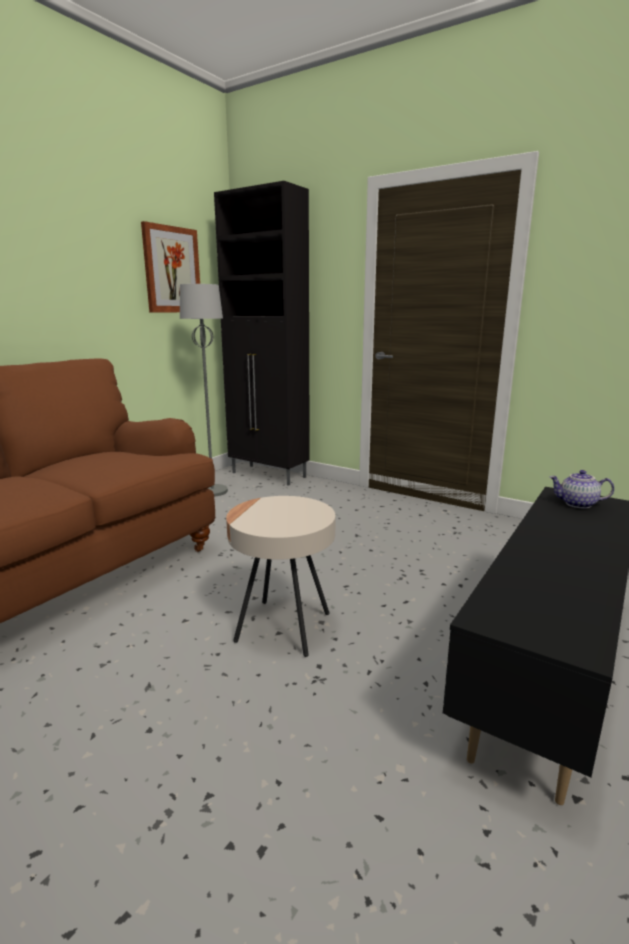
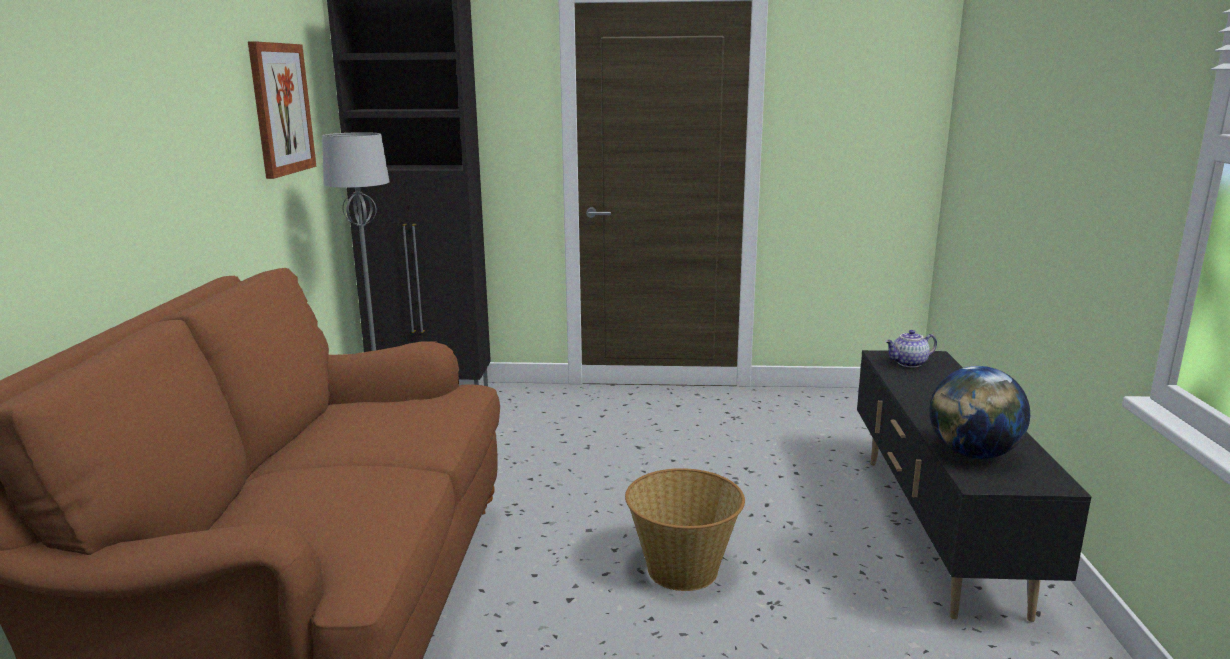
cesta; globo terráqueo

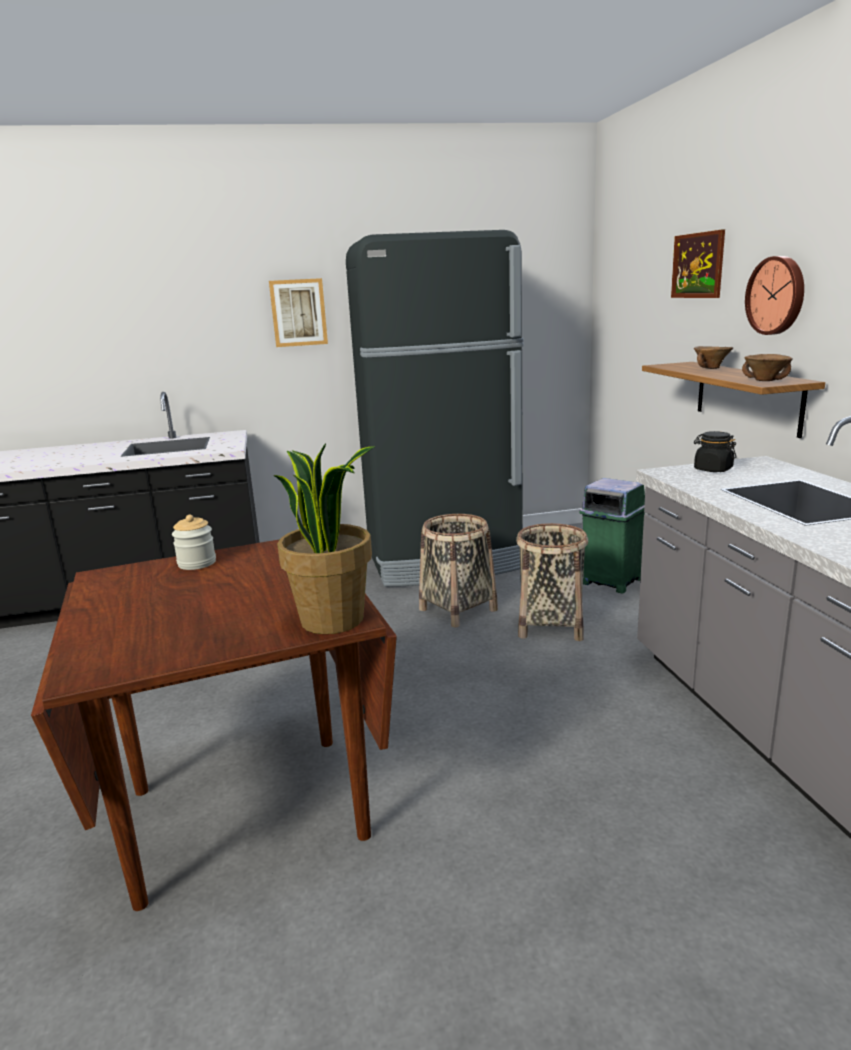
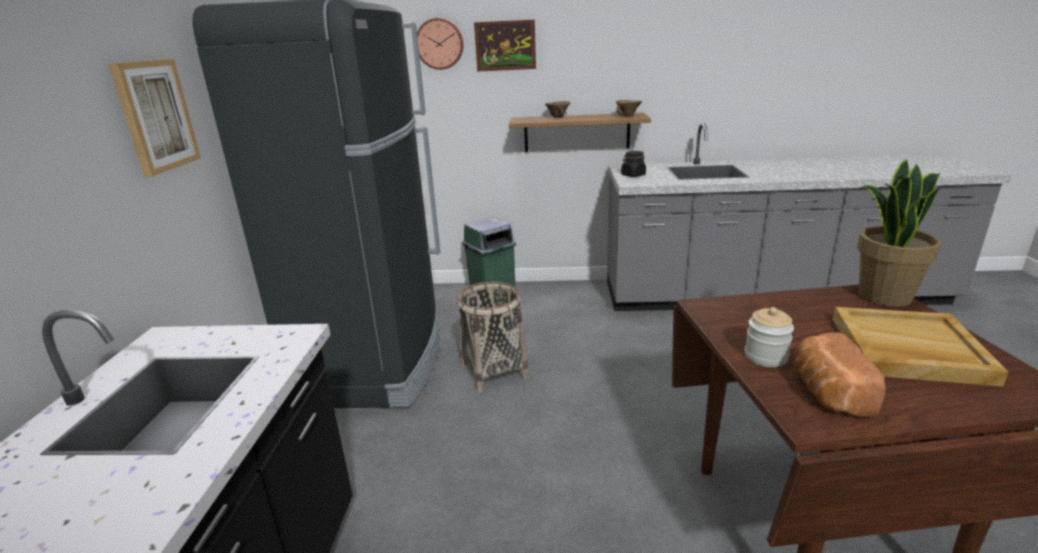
reloj de pared; cesta (no. 2 from left in the first image); bandeja (beis); pan

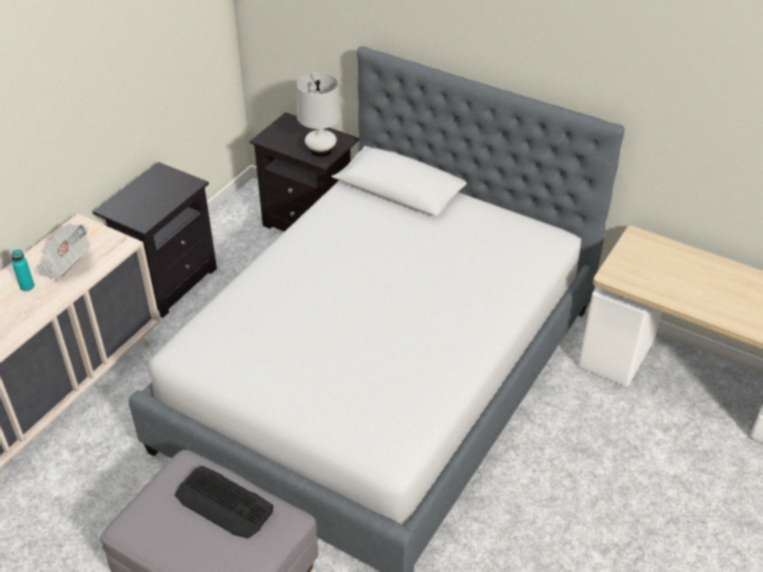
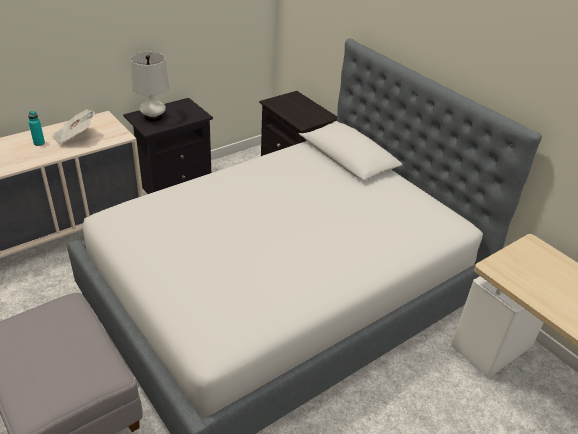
lámpara de mesa (blanco); teclado

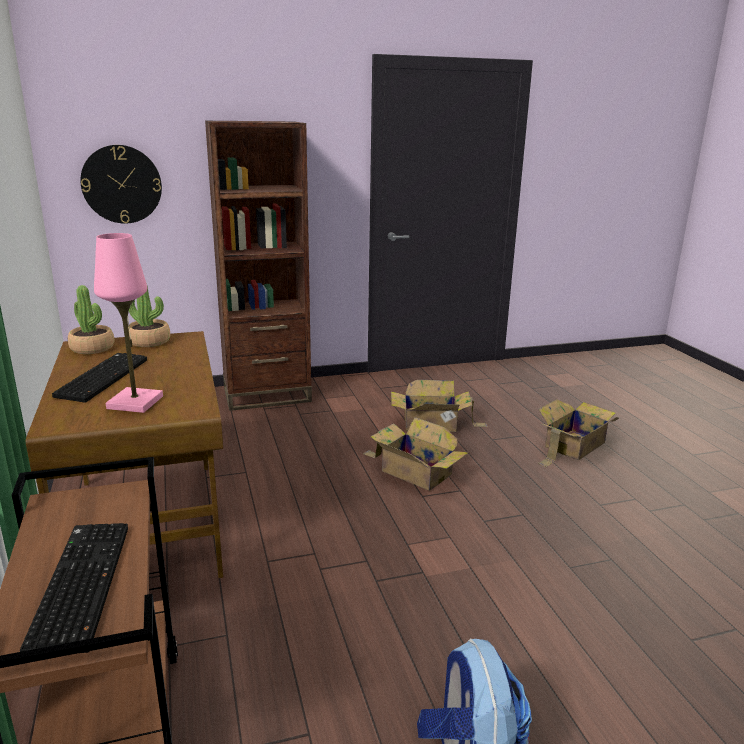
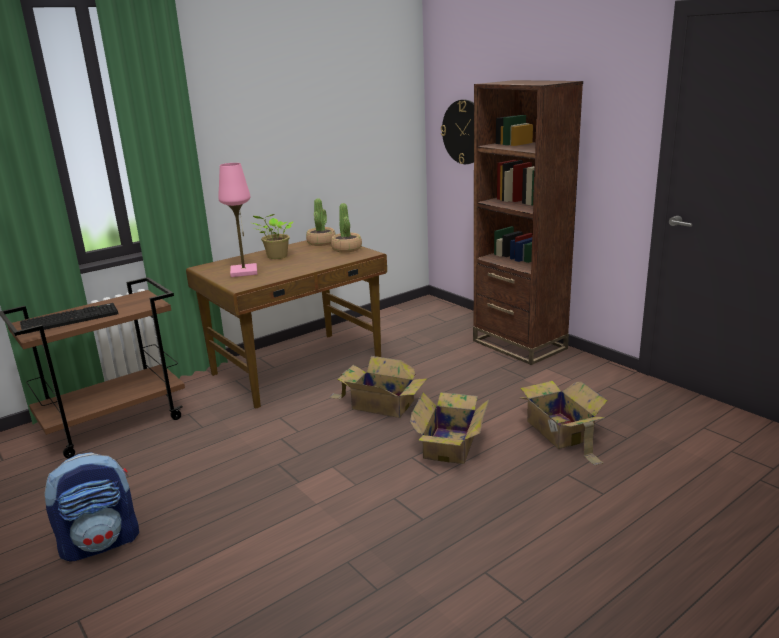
planta en maceta (no. 1 from left); caja de cartón (no. 1 from left)

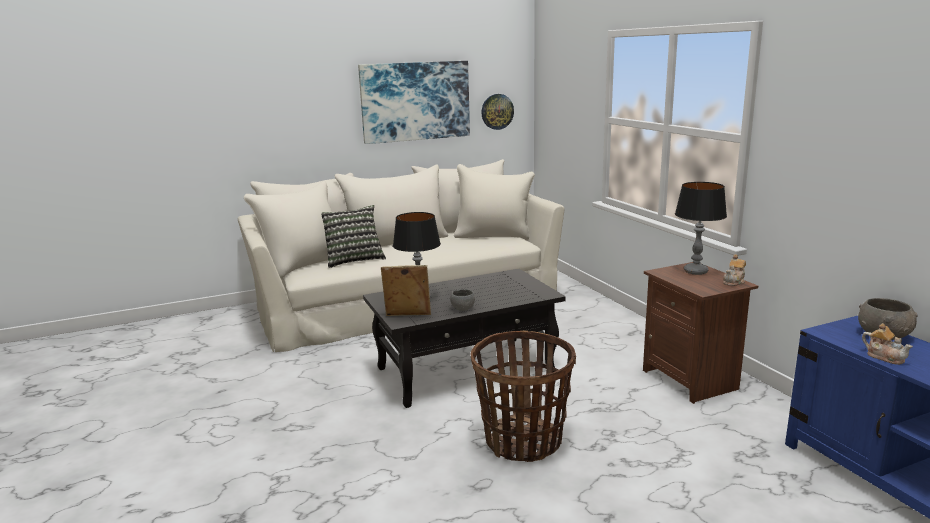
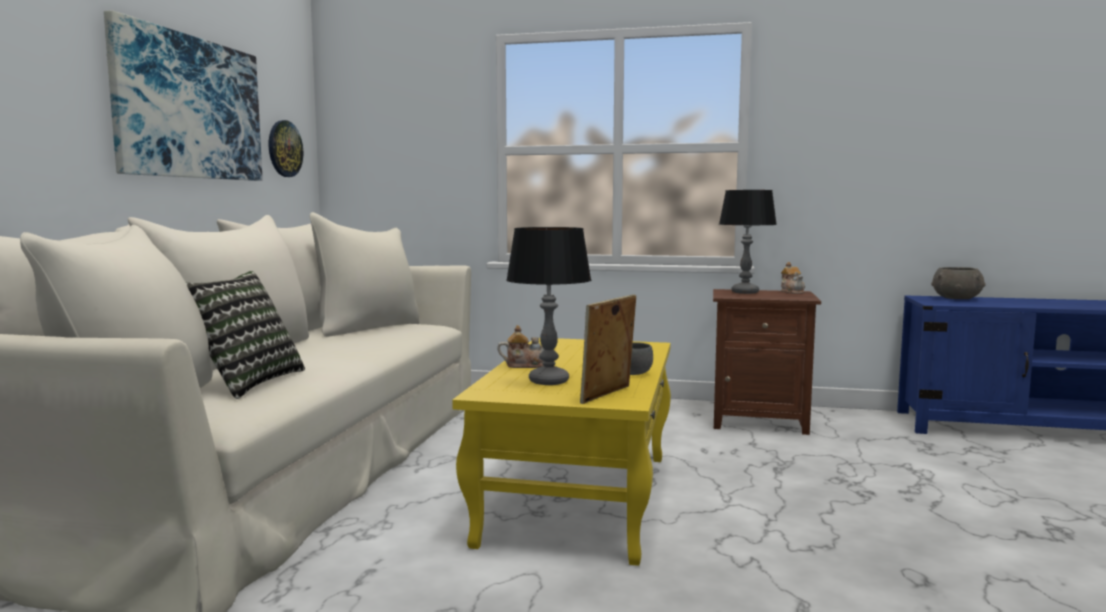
mesa de centro (amarillo); tetera (no. 1 from left); cesta

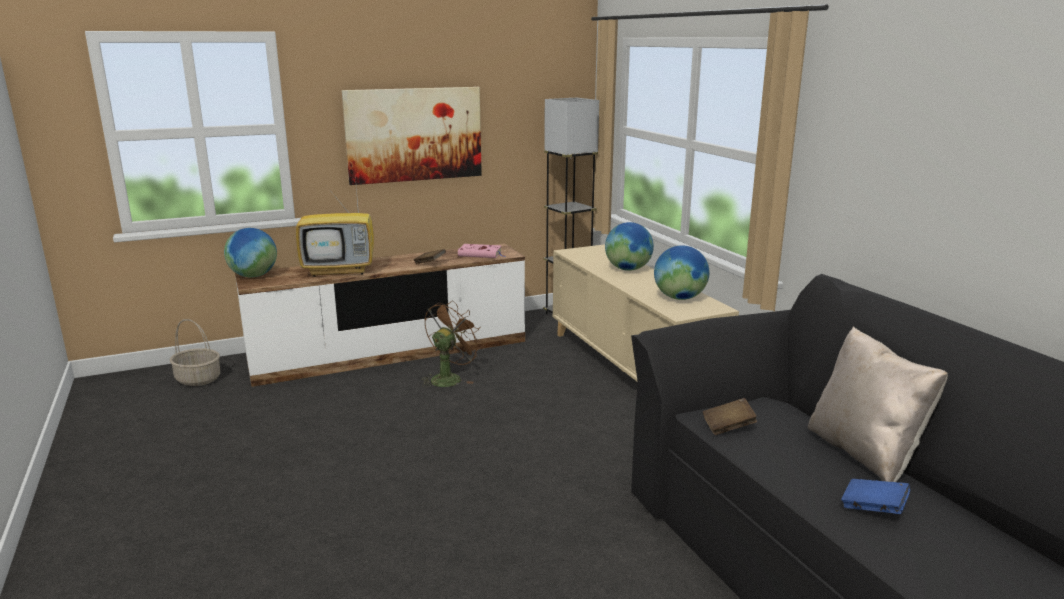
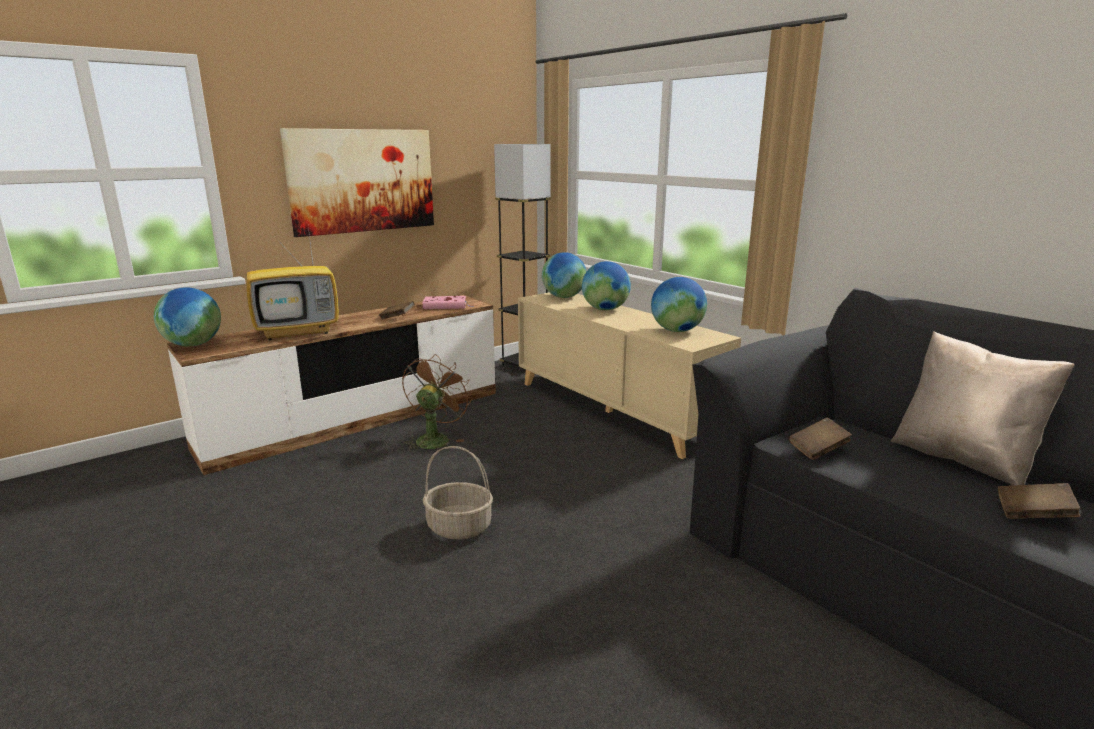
cesta; libro (marrón) (no. 3 from left); globo terráqueo (no. 2 from left)

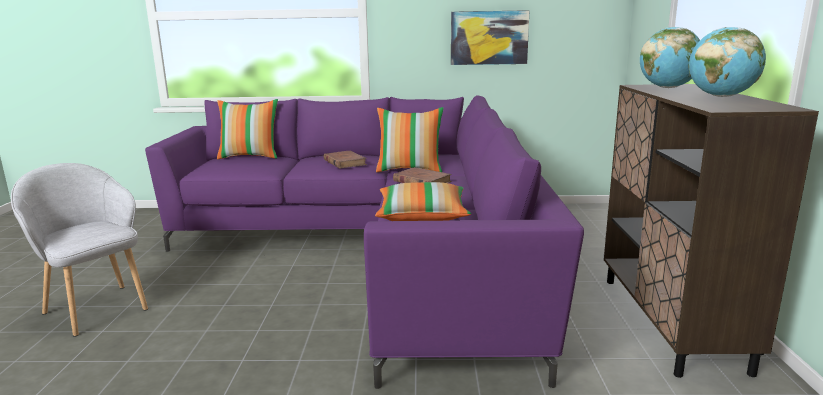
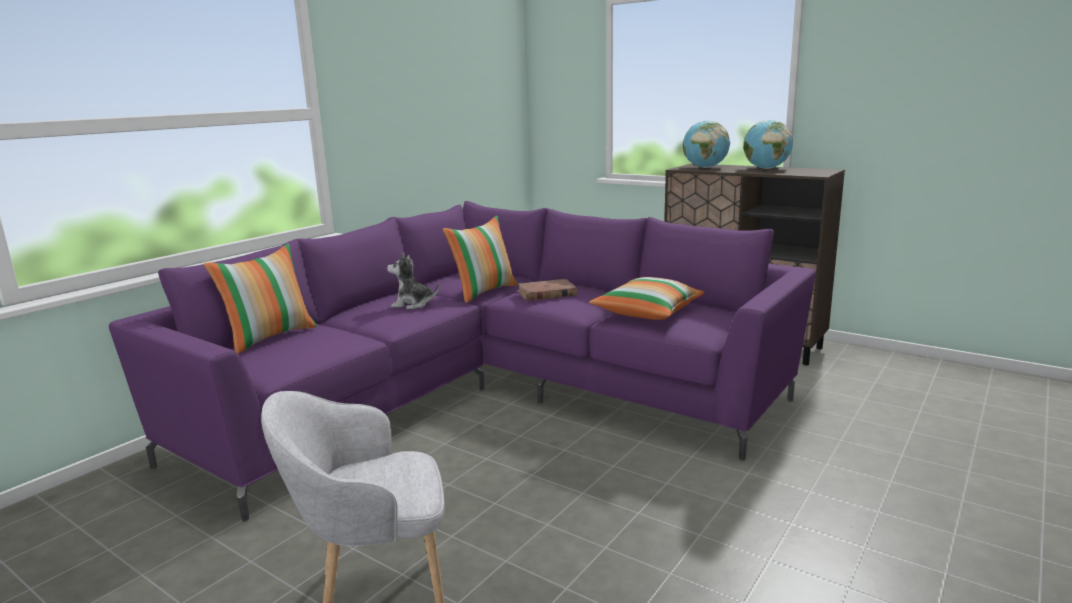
cuadro; peluche

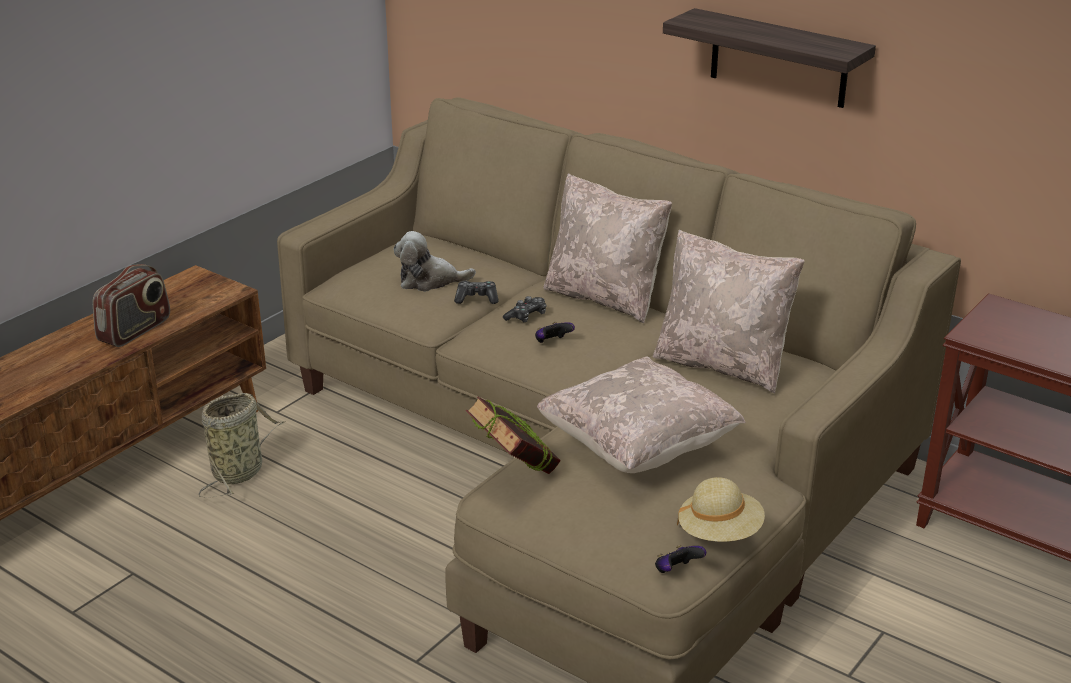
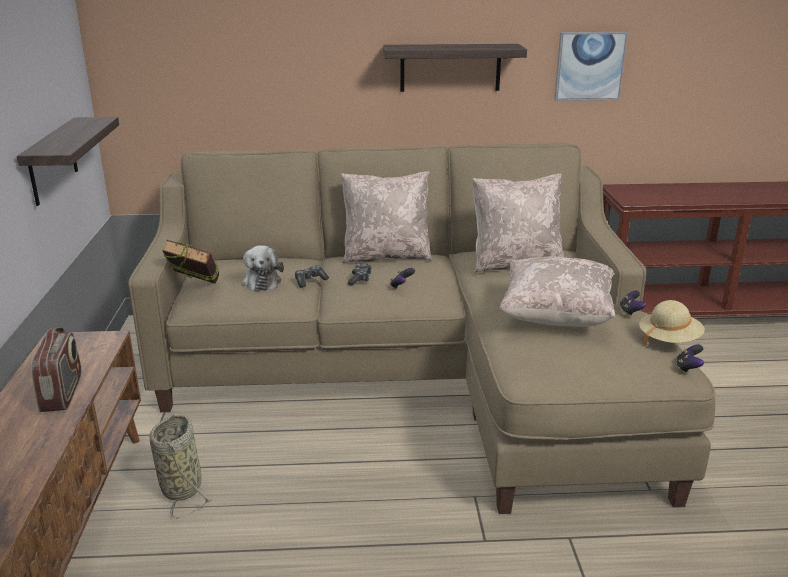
peluche; libro; cuadro; estante (no. 1 from left); mando de consola (no. 4 from left)

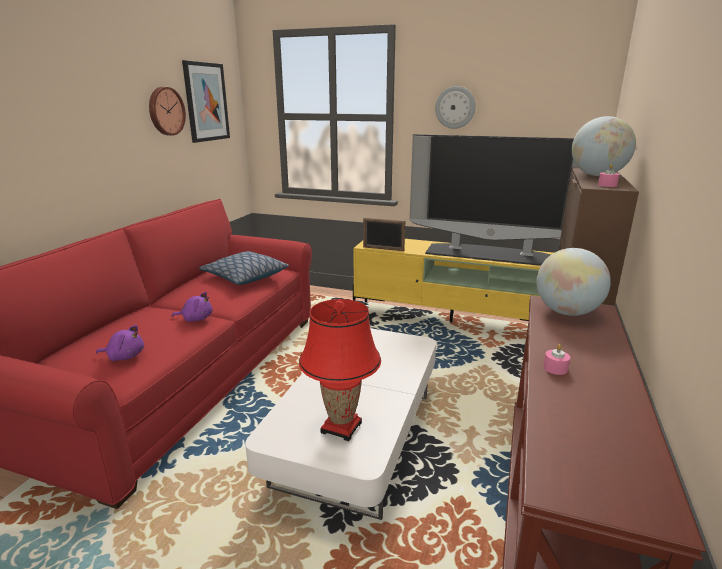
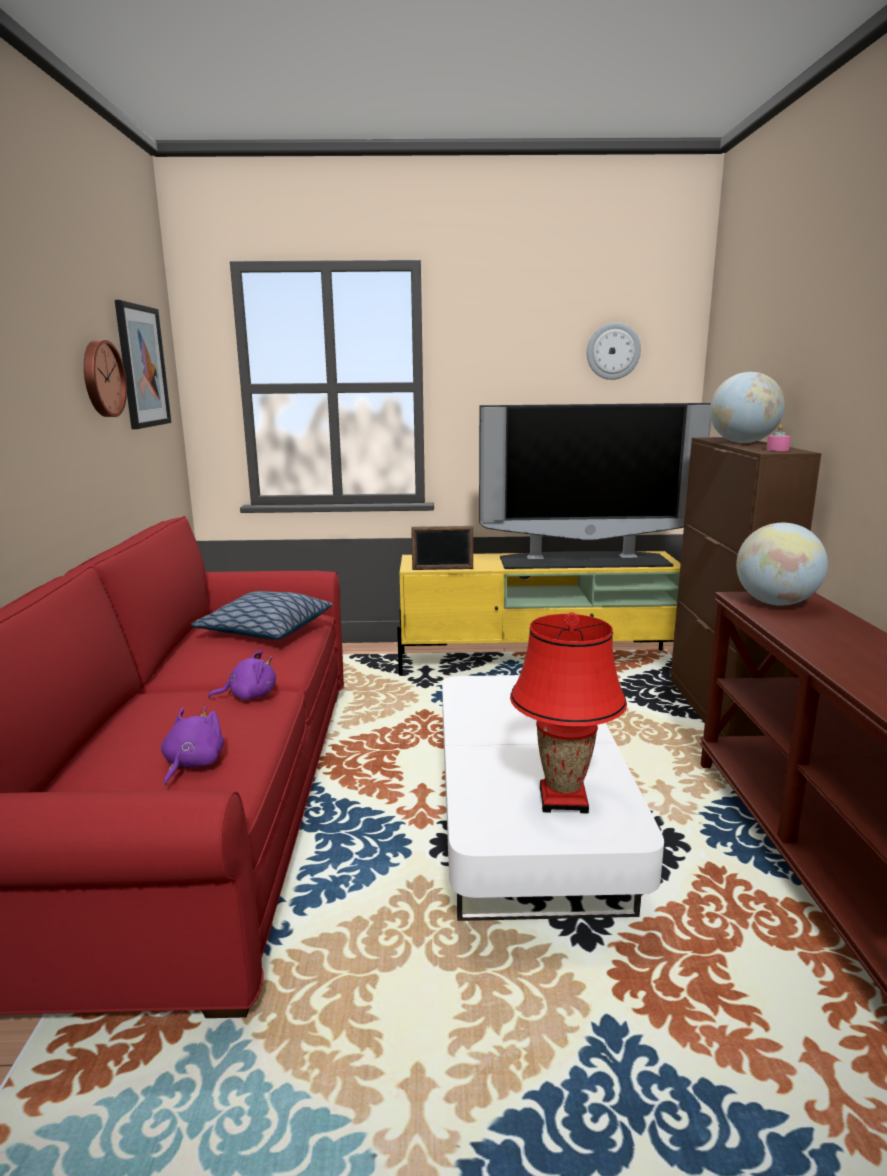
reloj de pared (no. 2 from left); peluche (morado) (no. 1 from left); vela (rosa) (no. 1 from left in the first image)

